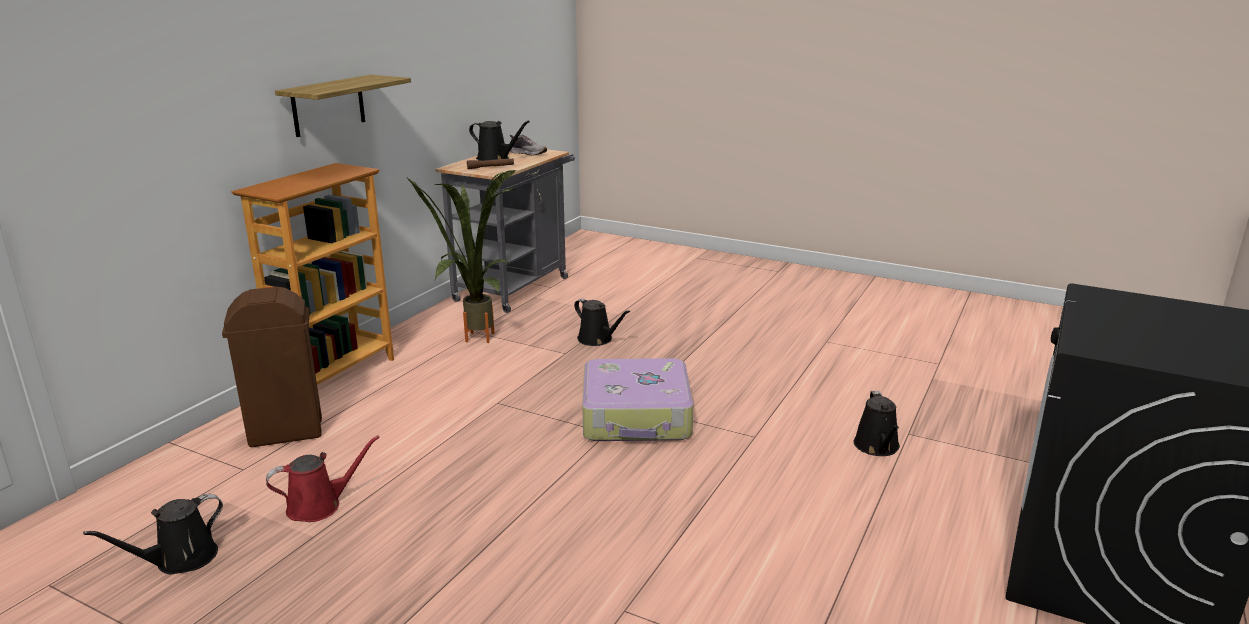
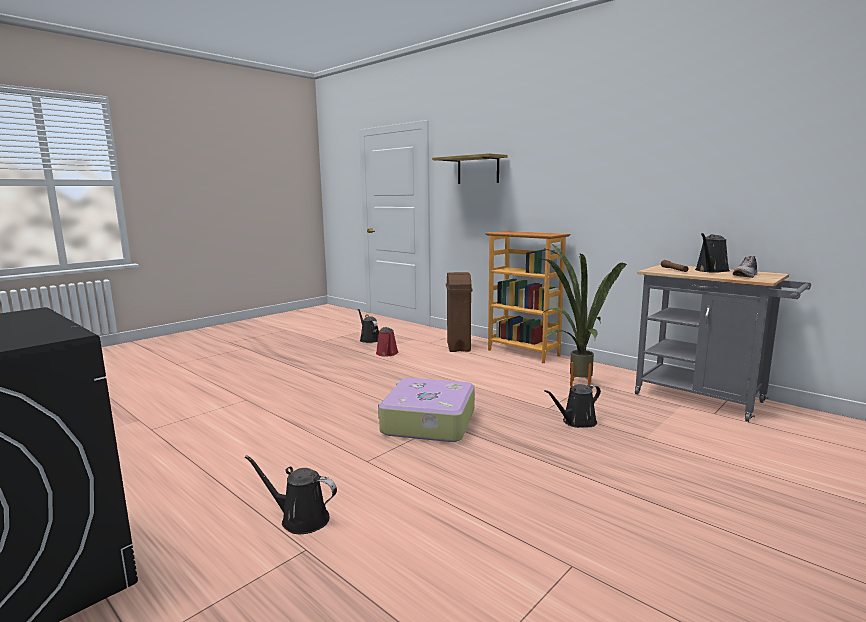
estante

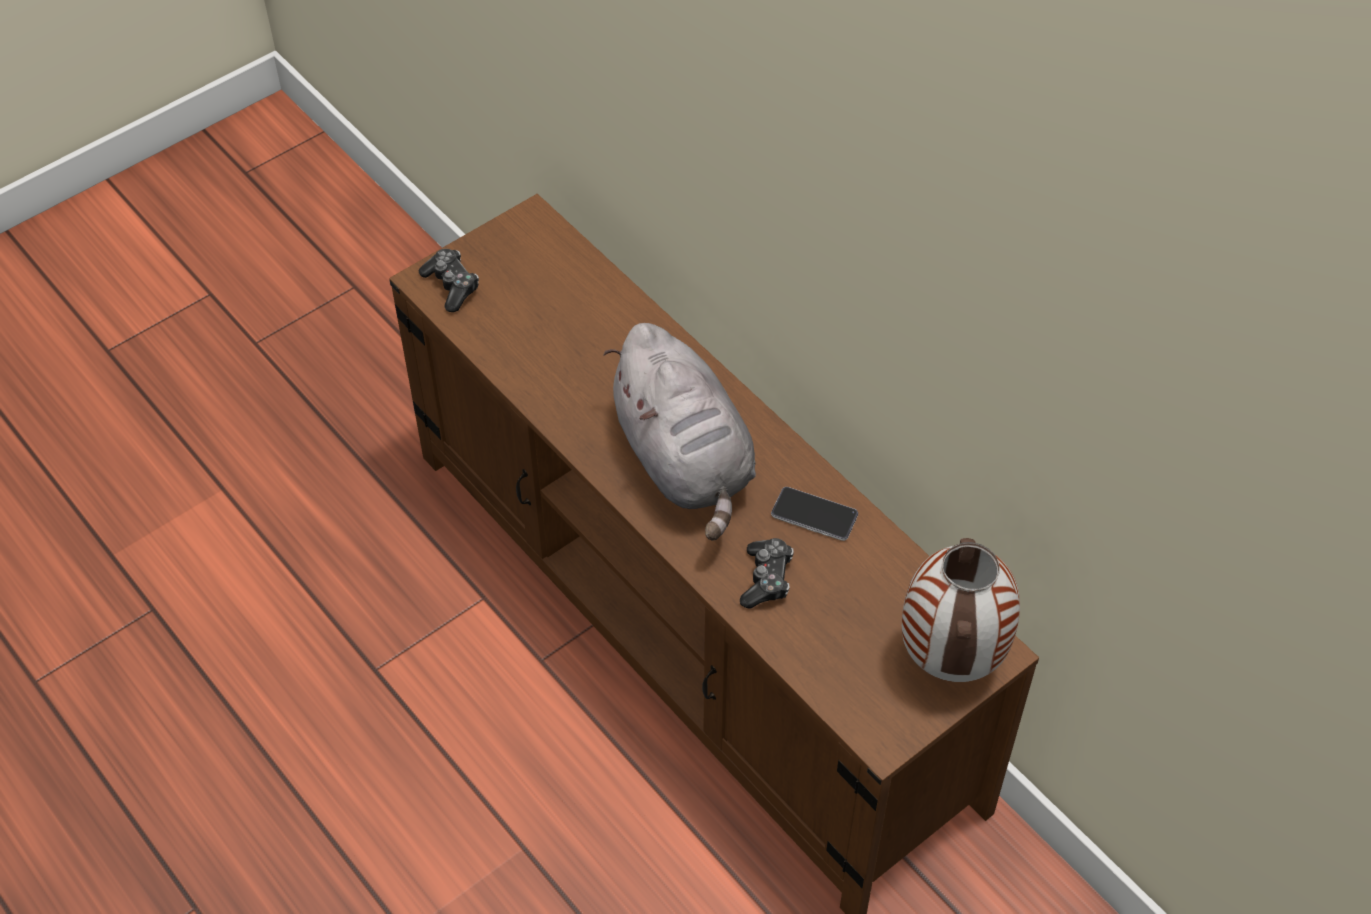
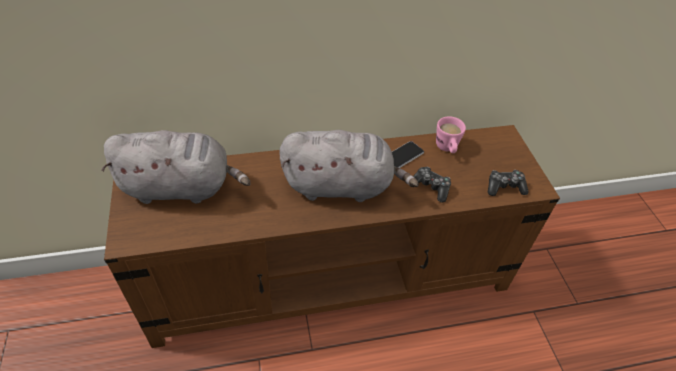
mando de consola (no. 2 from left); florero; taza grande (rosa); peluche (gris) (no. 1 from left)

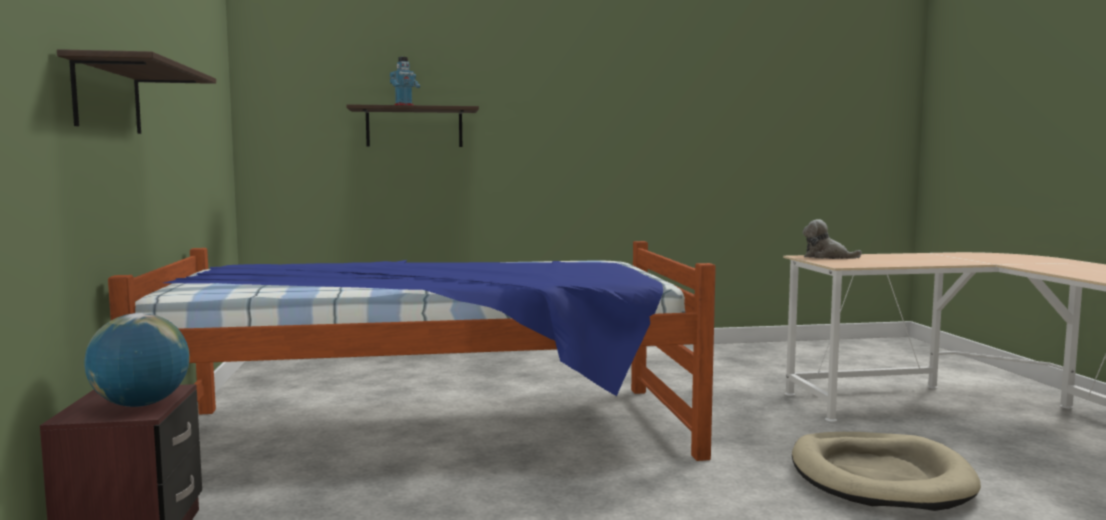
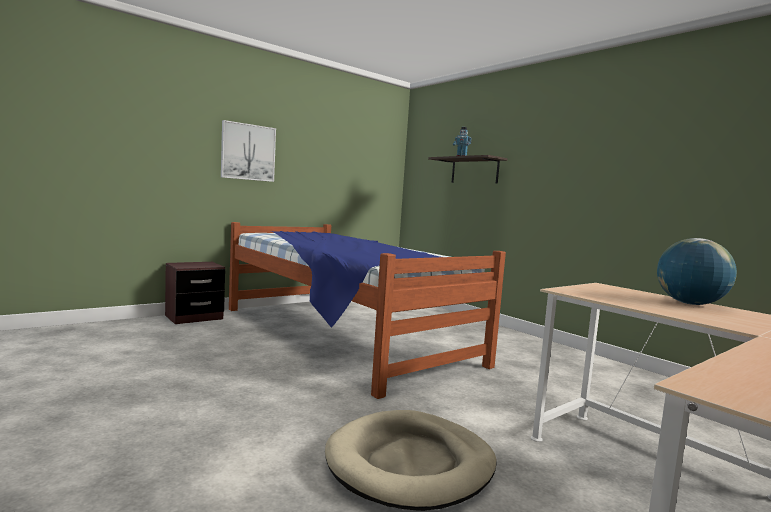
cuadro; peluche; globo terráqueo

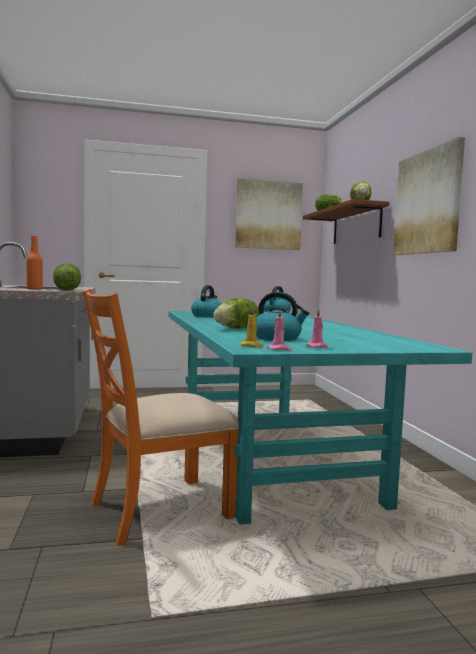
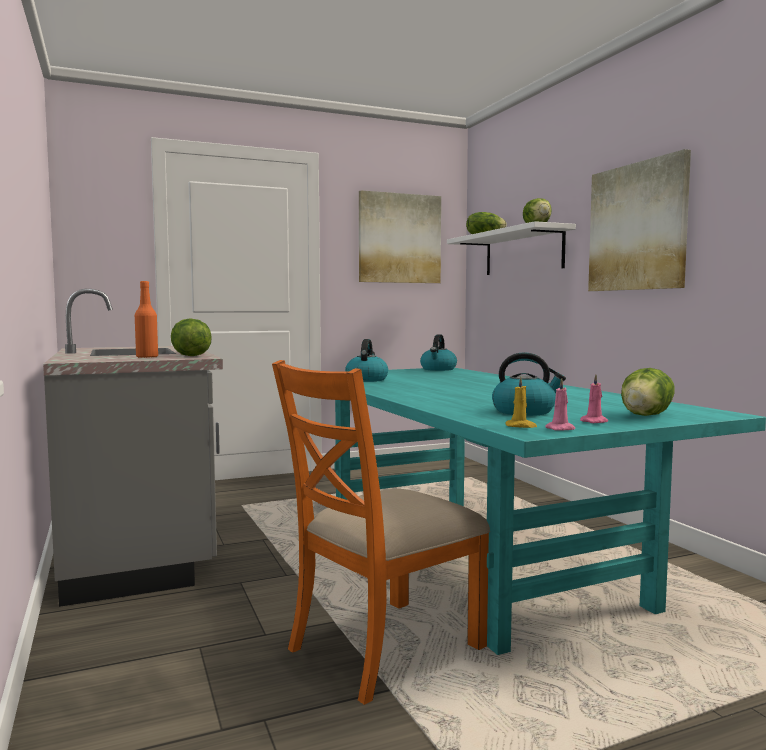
estante (blanco); lechuga (no. 4 from left)

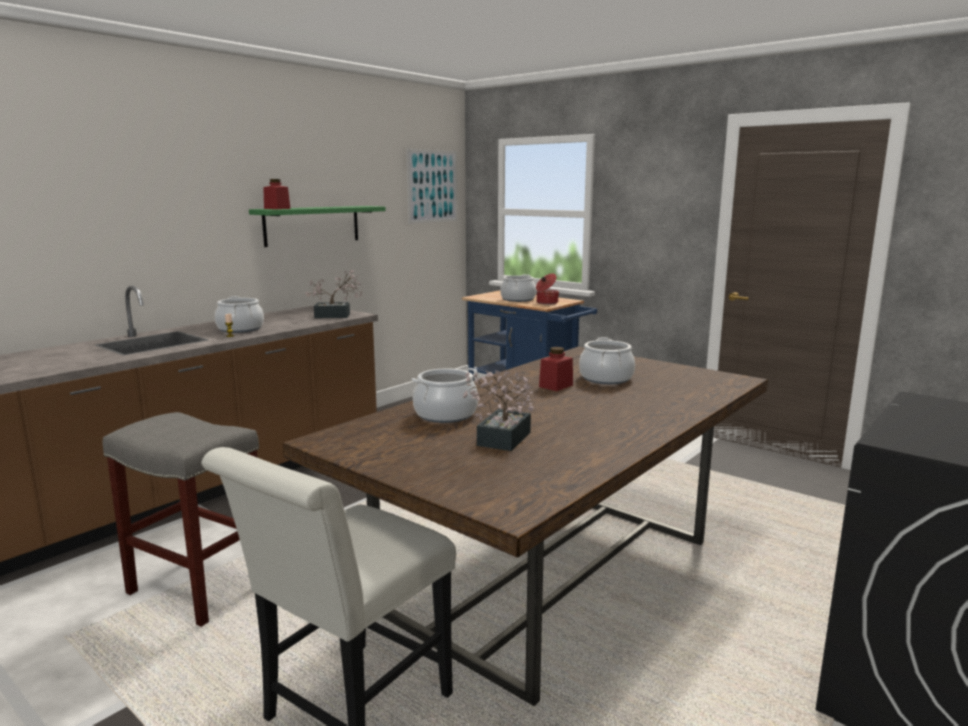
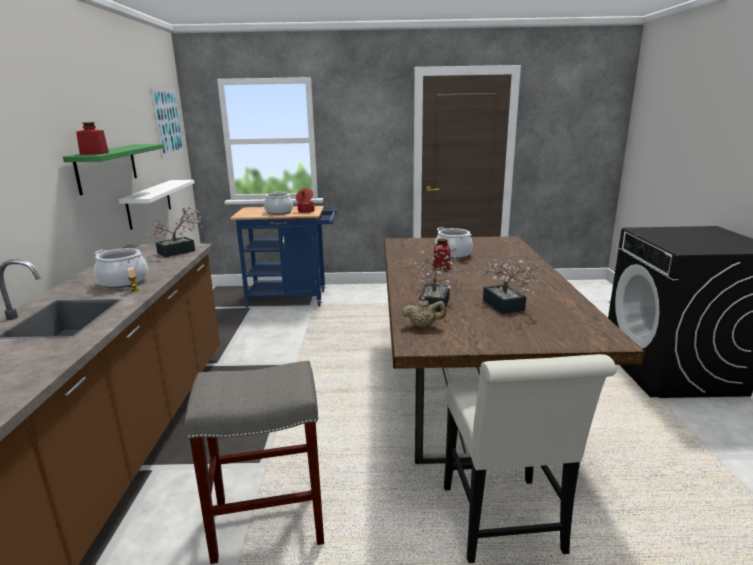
planta en maceta (no. 2 from left); estante (blanco); tetera (beis)

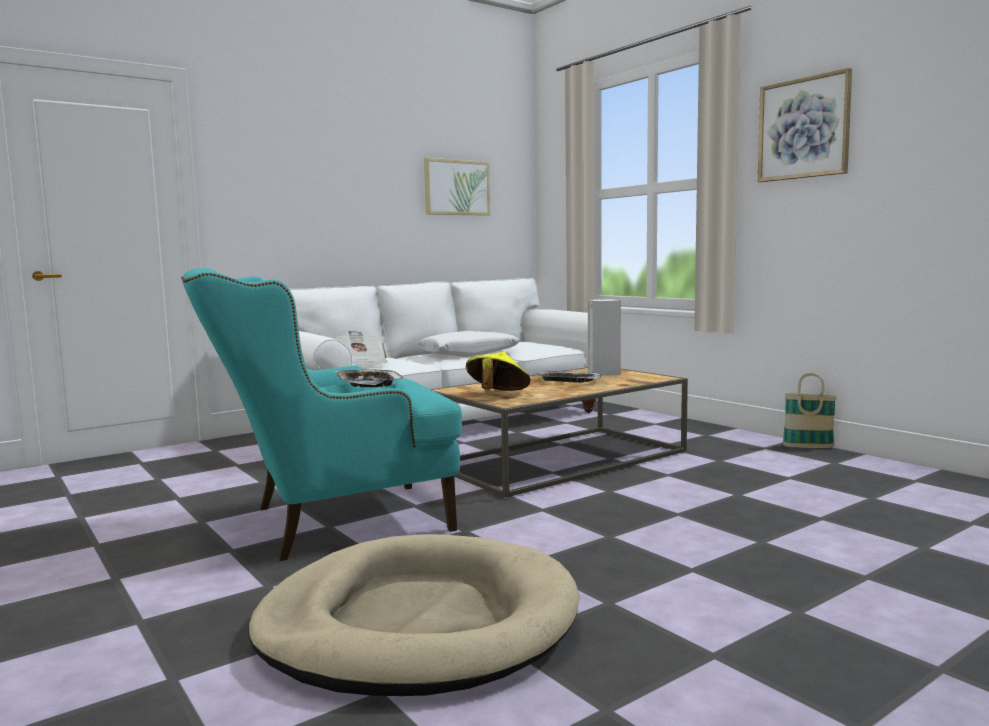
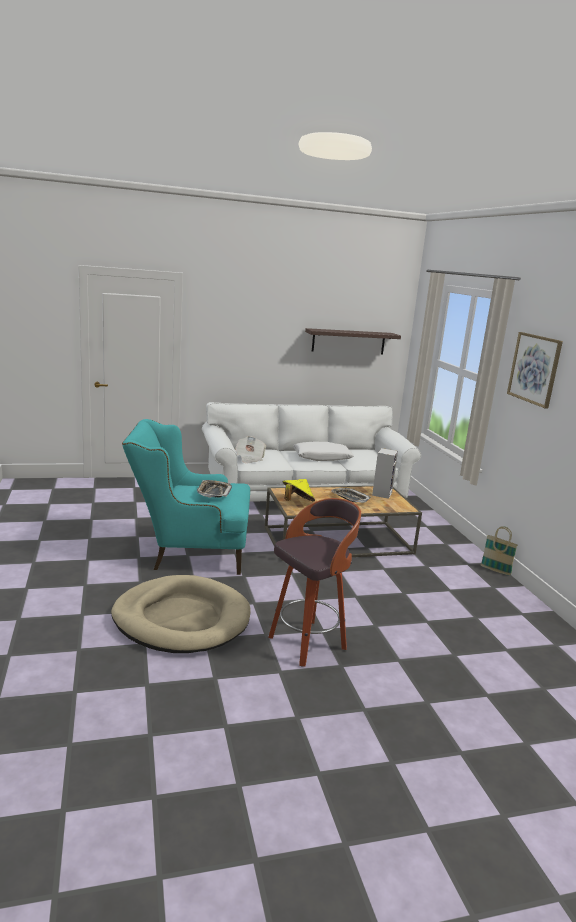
estante; taburete

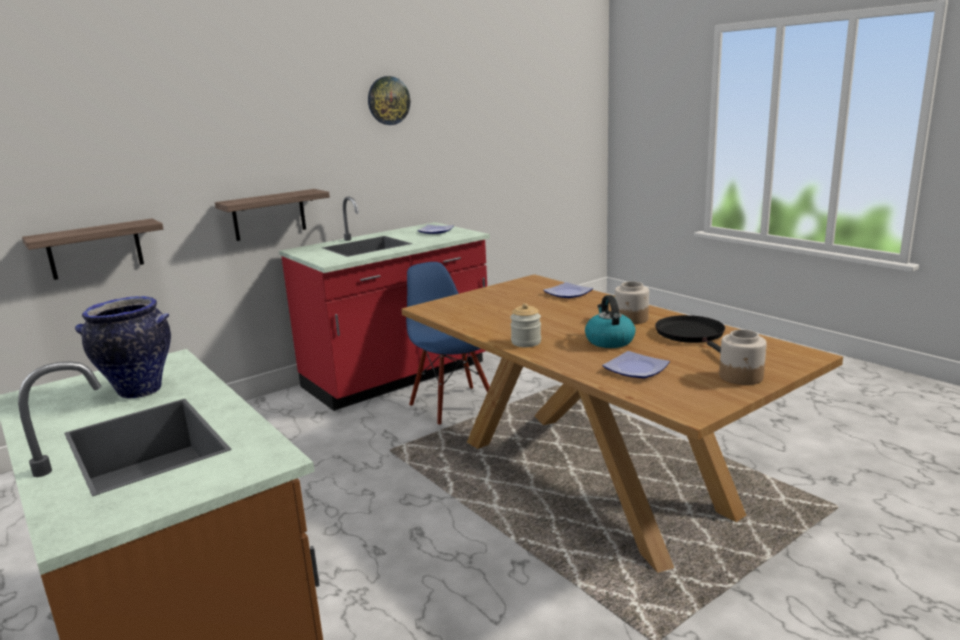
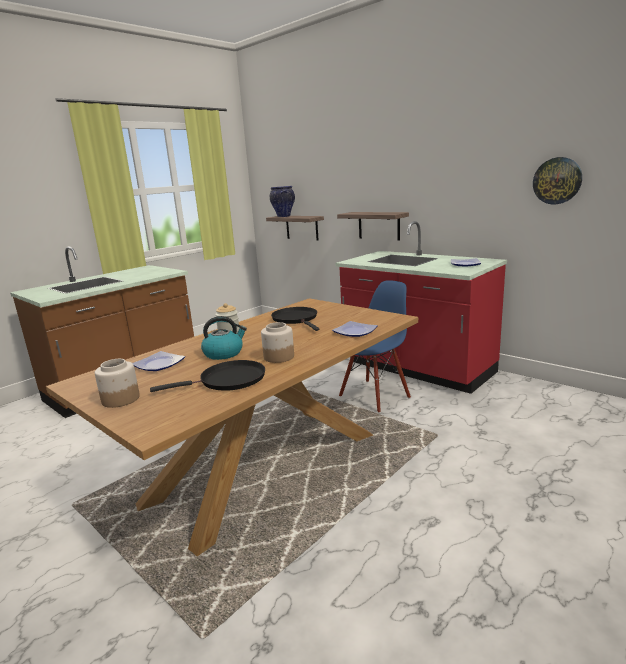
reloj de pared; florero; sartén (negro) (no. 2 from left)

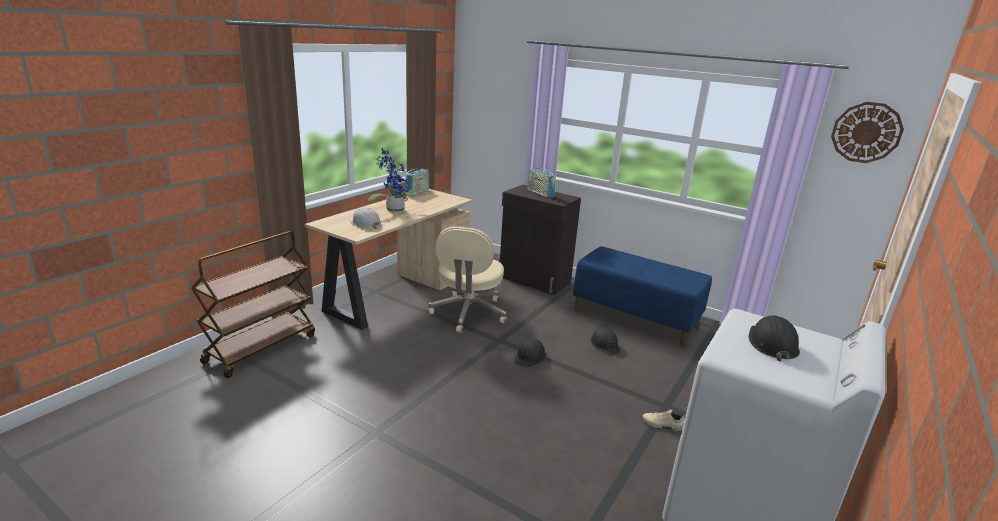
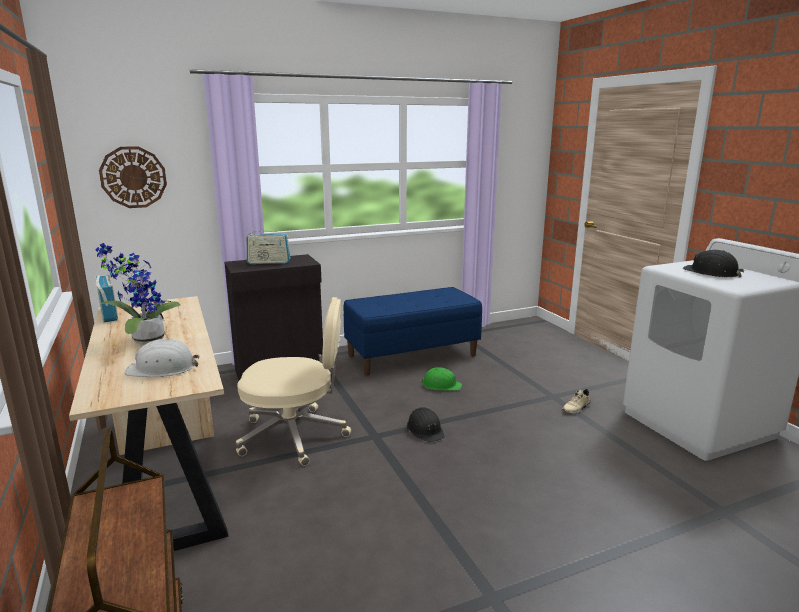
reloj de pared; silla de oficina (beis); casco (verde)

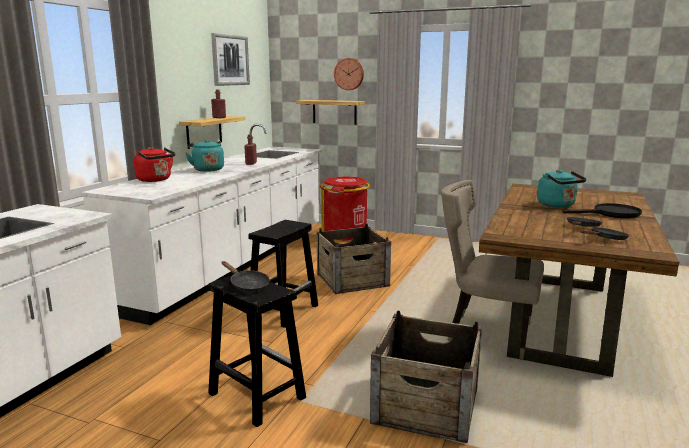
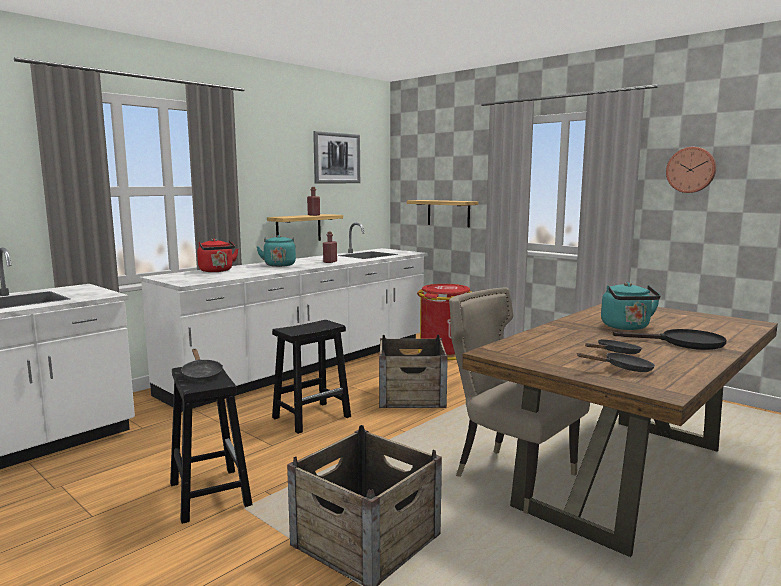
reloj de pared

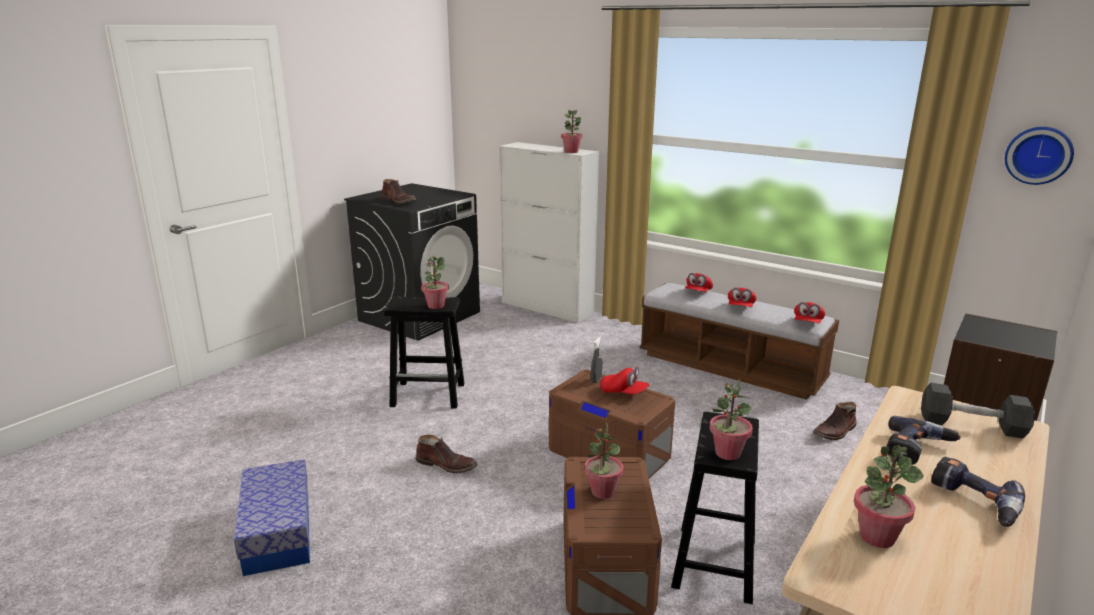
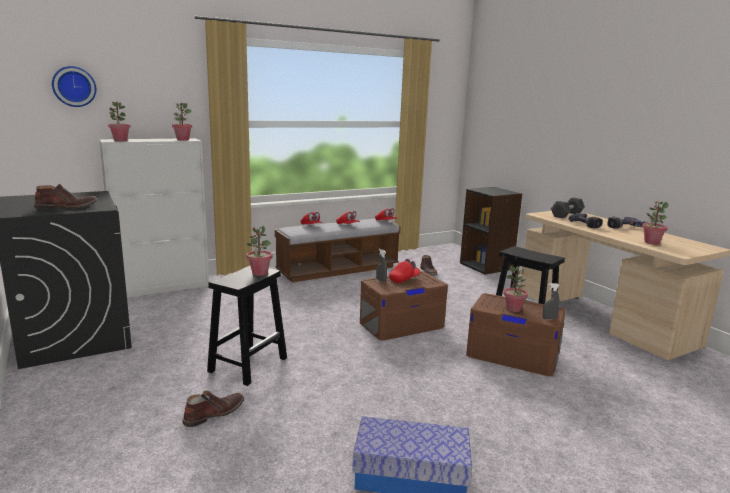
reloj de pared; planta en maceta (no. 1 from left); bota (marrón) (no. 2 from left); pulverizador (gris) (no. 2 from left)

